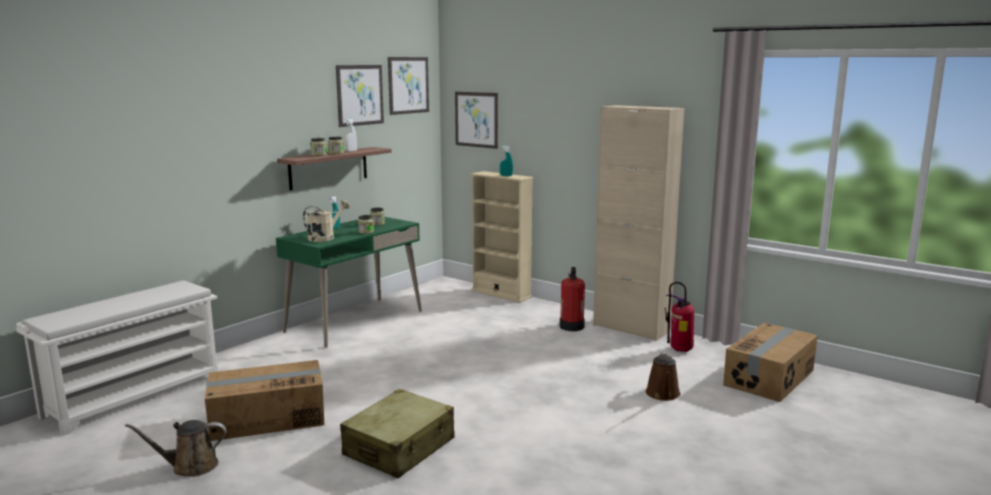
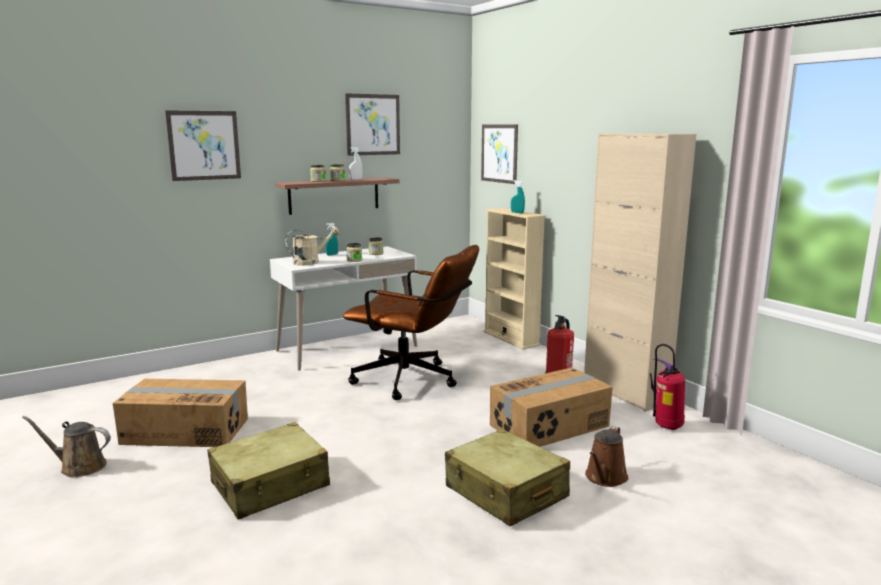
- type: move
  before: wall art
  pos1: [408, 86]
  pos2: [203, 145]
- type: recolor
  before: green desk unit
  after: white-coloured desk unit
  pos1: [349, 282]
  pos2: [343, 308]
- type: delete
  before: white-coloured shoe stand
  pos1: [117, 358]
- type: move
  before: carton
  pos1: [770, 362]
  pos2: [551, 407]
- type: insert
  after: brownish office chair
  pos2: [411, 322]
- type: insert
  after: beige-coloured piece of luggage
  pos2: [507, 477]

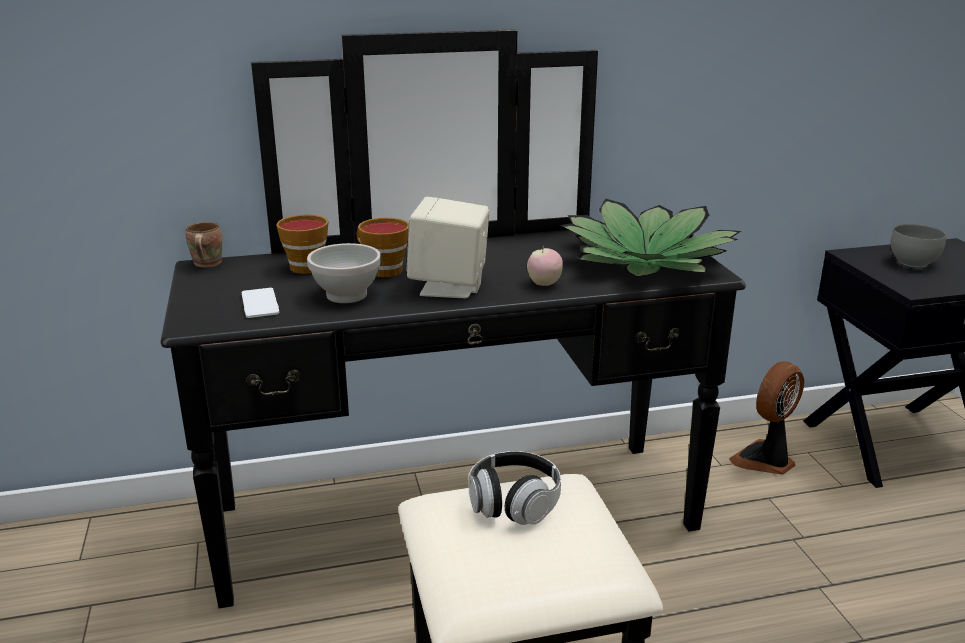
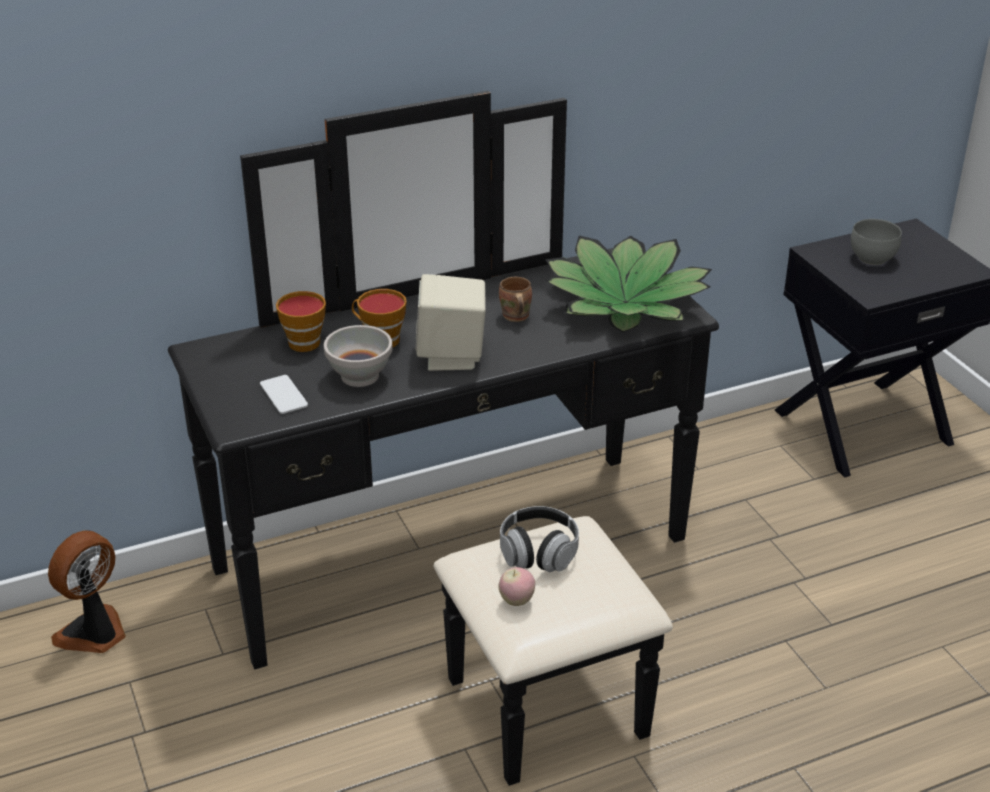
- type: move
  before: brownish coffee mug
  pos1: [203, 244]
  pos2: [515, 299]
- type: move
  before: whole apple
  pos1: [545, 265]
  pos2: [516, 586]
- type: move
  before: cooling fan
  pos1: [766, 418]
  pos2: [87, 592]

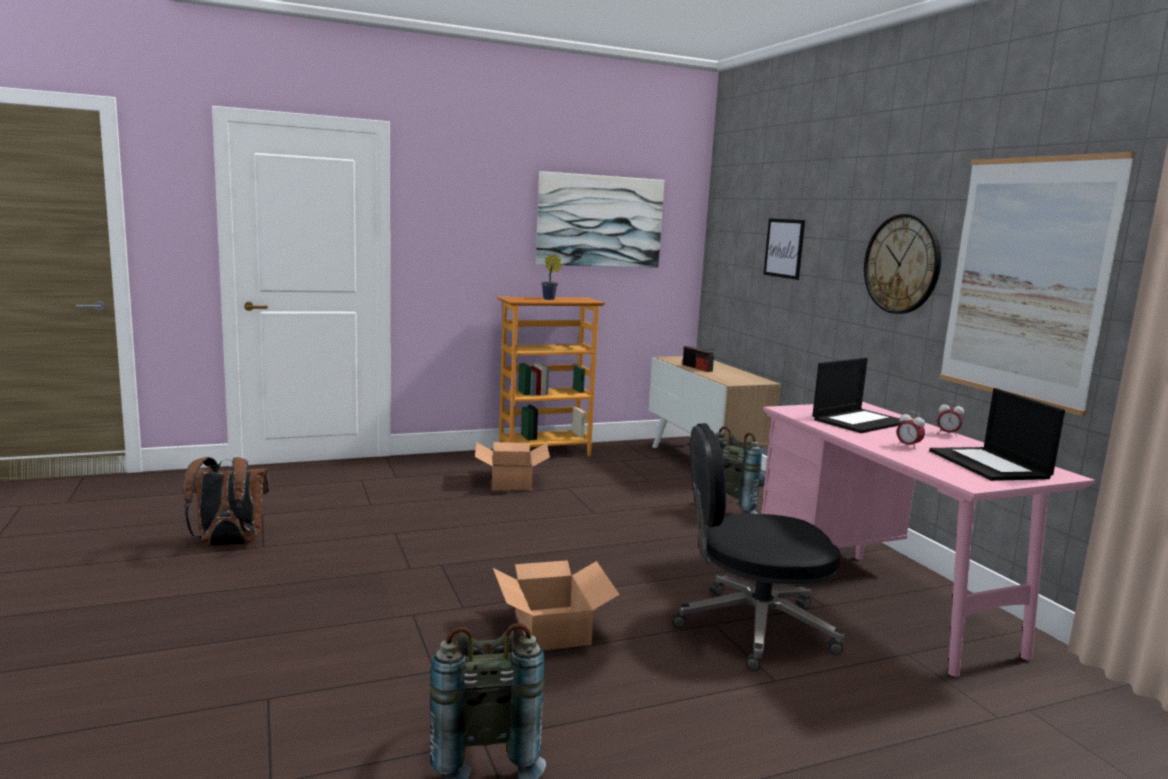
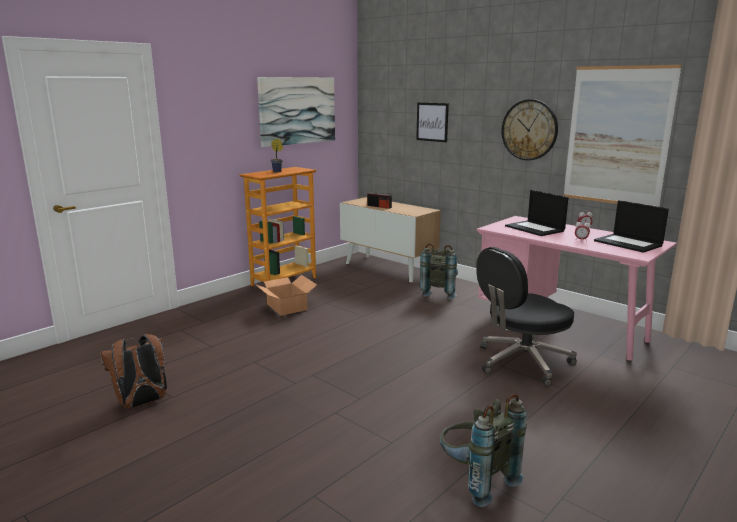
- type: rotate
  before: laptop
  pos1: [860, 395]
  pos2: [537, 213]
  turn: 120
- type: delete
  before: carton
  pos1: [556, 605]

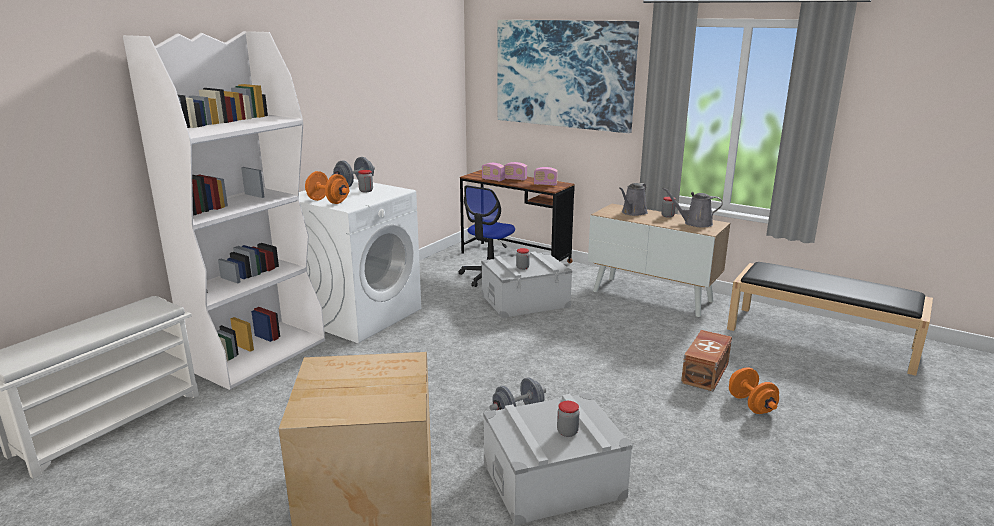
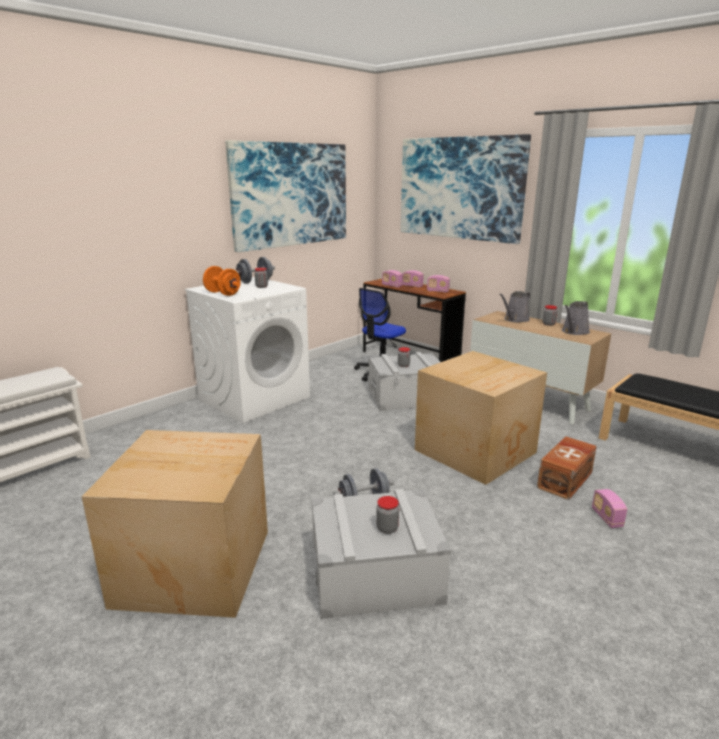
- type: delete
  before: white-coloured bookcase
  pos1: [224, 210]
- type: rotate
  before: grey sprinkling can
  pos1: [692, 207]
  pos2: [576, 318]
  turn: -75
- type: replace
  before: orangey free weight
  after: radio receiver
  pos1: [754, 390]
  pos2: [609, 508]
- type: insert
  after: wall art
  pos2: [285, 196]
- type: insert
  after: carton
  pos2: [481, 418]

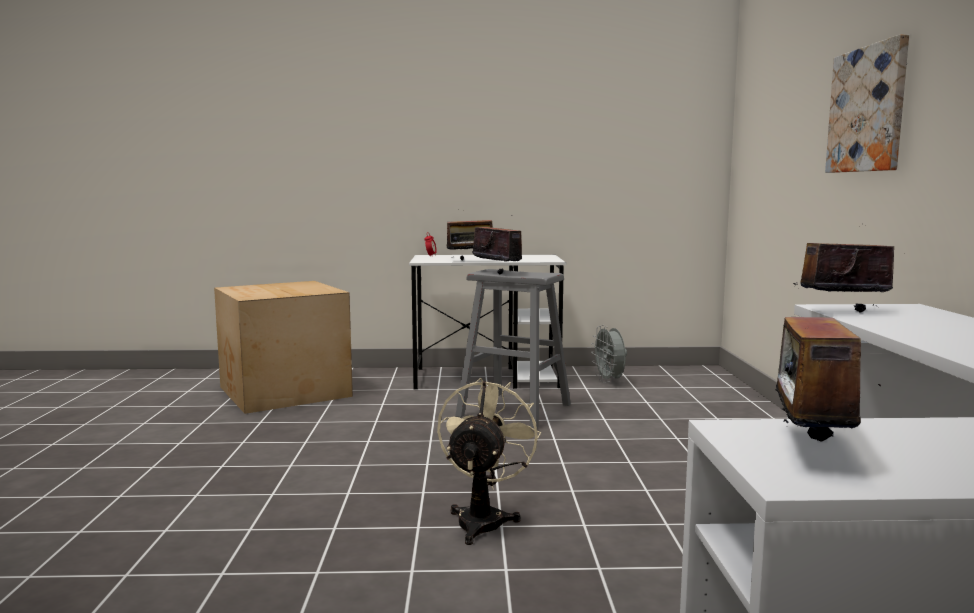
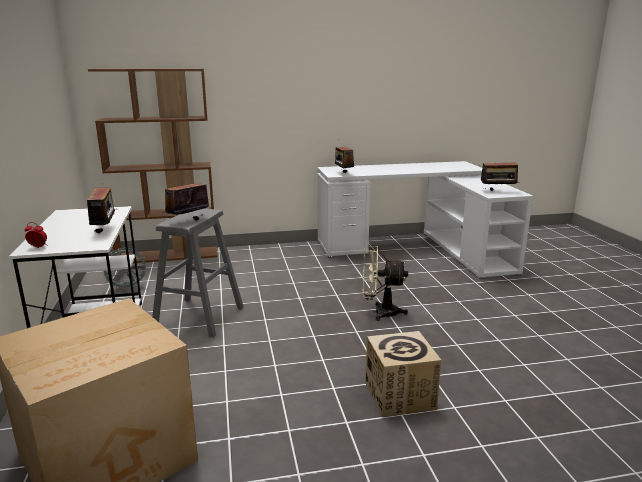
- type: delete
  before: wall art
  pos1: [867, 103]
- type: insert
  after: brownish bookcase
  pos2: [152, 165]
- type: insert
  after: carton
  pos2: [403, 374]

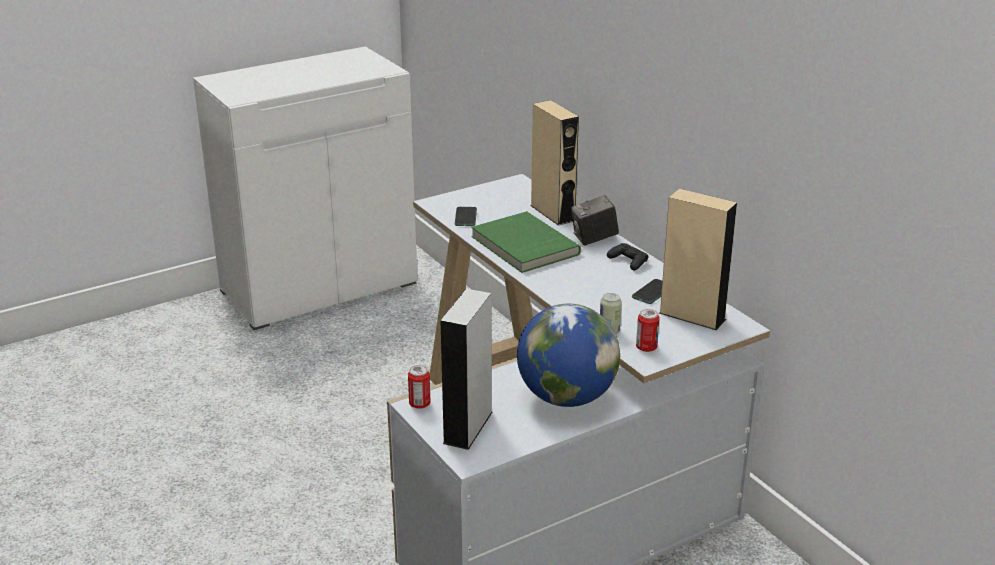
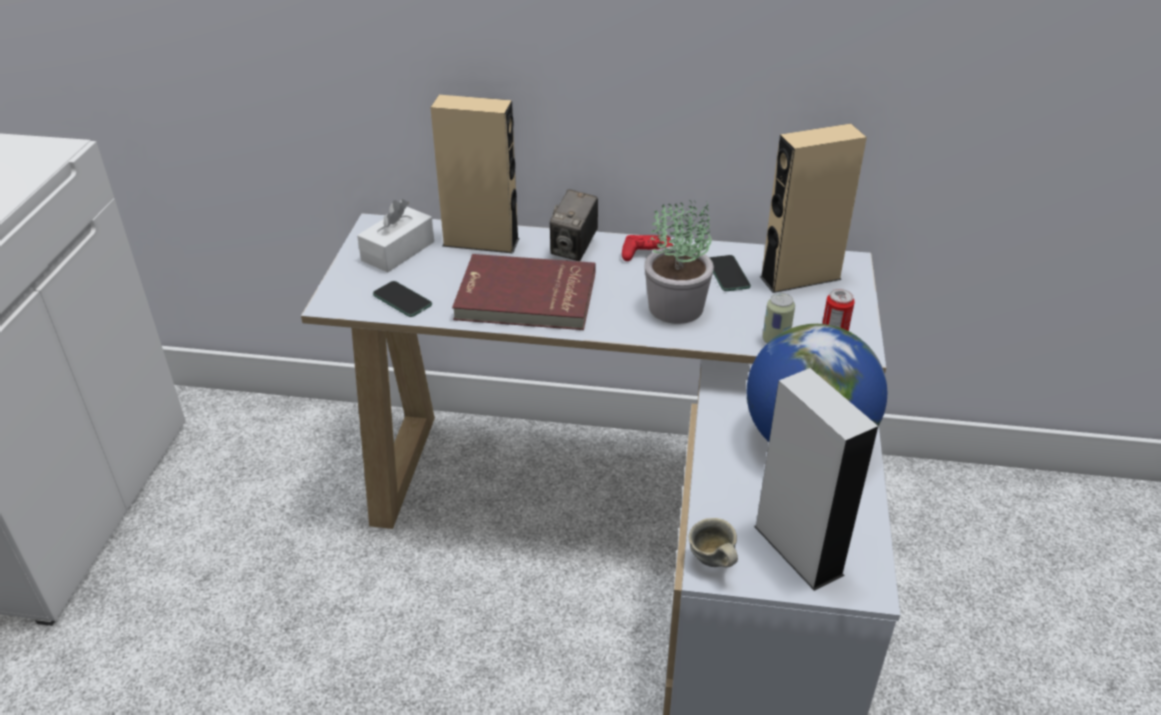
- type: recolor
  before: green bound book
  after: reddish bound book
  pos1: [526, 242]
  pos2: [524, 292]
- type: recolor
  before: black joypad
  after: reddish joypad
  pos1: [628, 256]
  pos2: [647, 248]
- type: replace
  before: metal can
  after: grey coffee mug
  pos1: [419, 387]
  pos2: [713, 542]
- type: insert
  after: white-coloured tissue holder
  pos2: [395, 235]
- type: insert
  after: plant in a pot
  pos2: [679, 262]

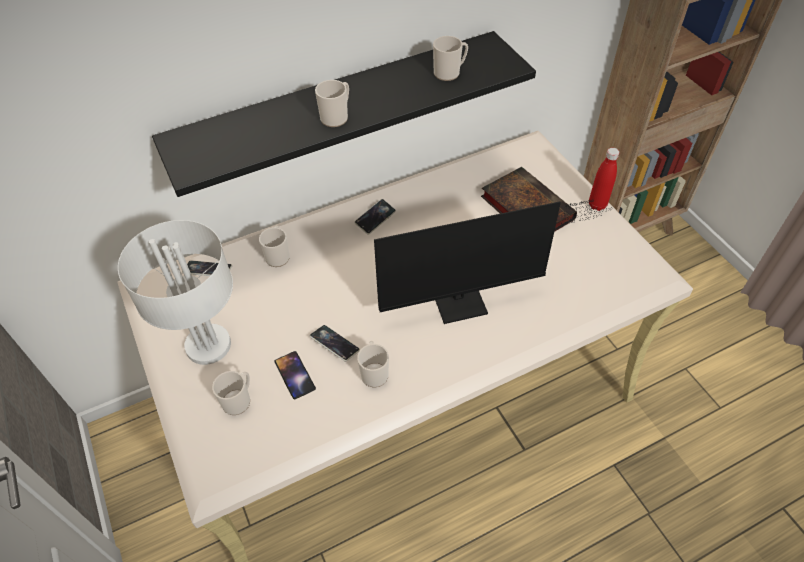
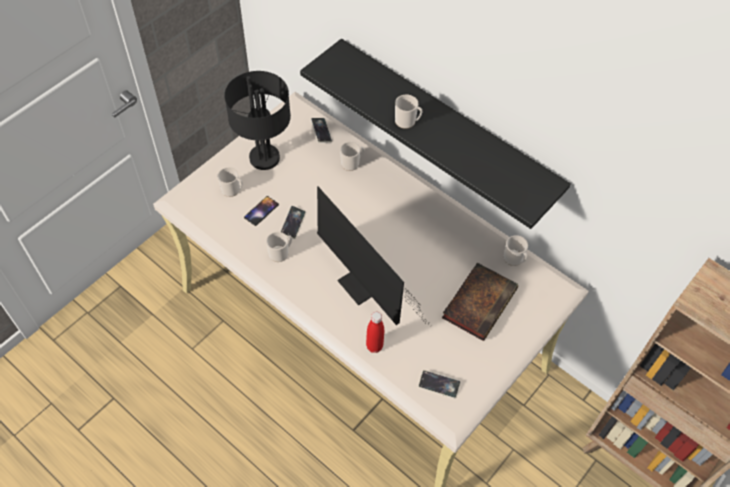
- type: move
  before: coffee mug
  pos1: [450, 58]
  pos2: [515, 250]
- type: move
  before: reddish beverage bottle
  pos1: [604, 179]
  pos2: [375, 332]
- type: move
  before: telephone
  pos1: [375, 217]
  pos2: [439, 384]
- type: recolor
  before: white-coloured table lamp
  after: black table lamp
  pos1: [175, 292]
  pos2: [257, 120]

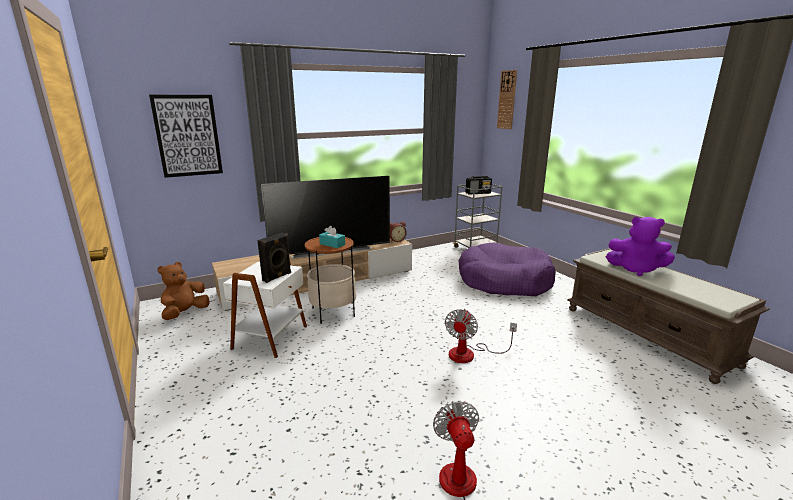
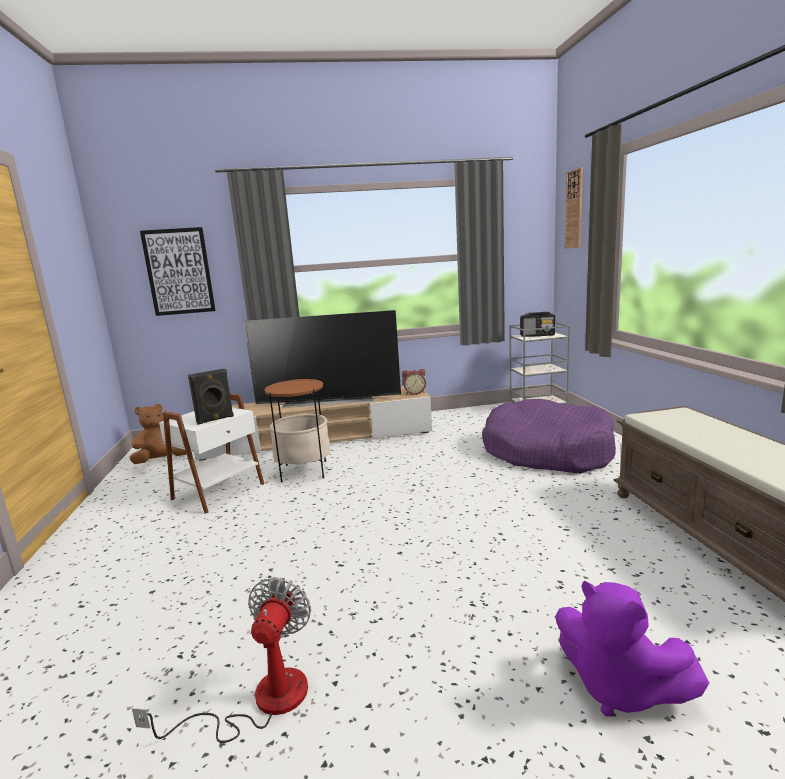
- type: move
  before: purple-coloured cuddly toy
  pos1: [640, 246]
  pos2: [632, 649]
- type: delete
  before: turquoise tissue holder
  pos1: [332, 237]
- type: delete
  before: cooling fan
  pos1: [481, 336]

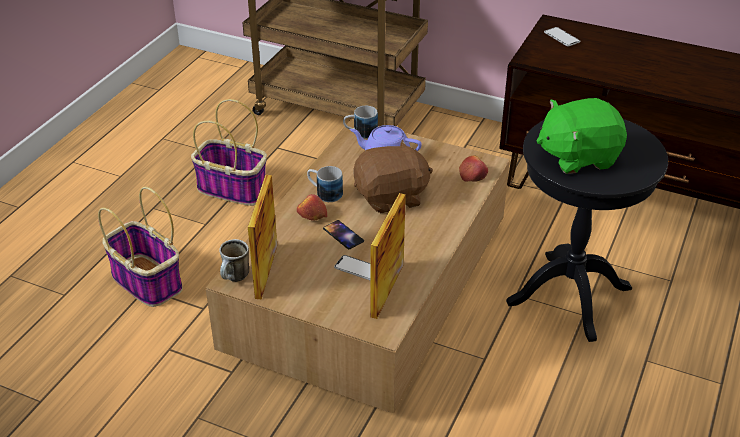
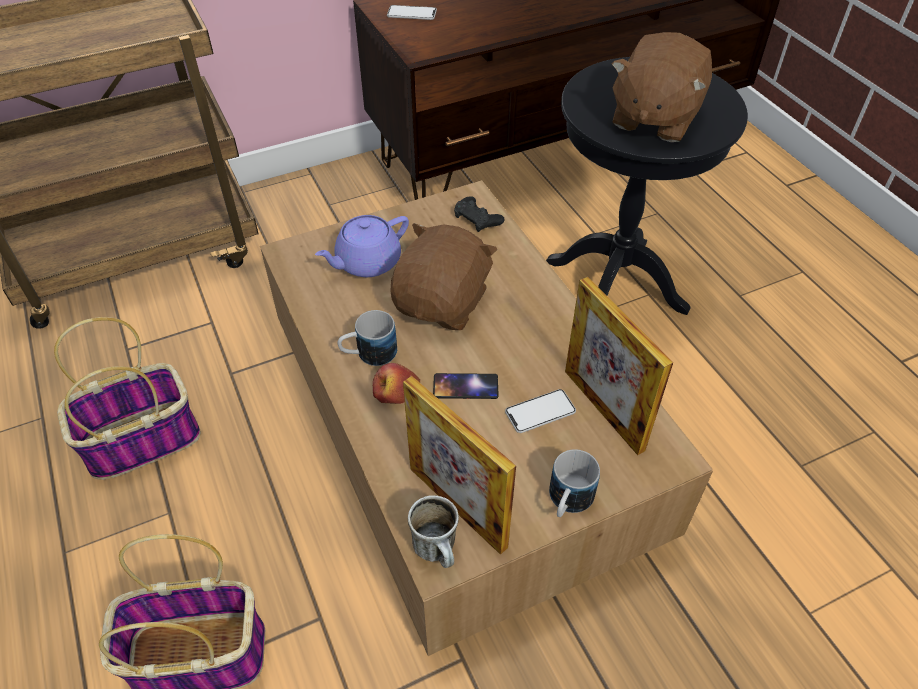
- type: recolor
  before: green cuddly toy
  after: brownish cuddly toy
  pos1: [582, 136]
  pos2: [662, 87]
- type: move
  before: coffee mug
  pos1: [360, 122]
  pos2: [574, 483]
- type: replace
  before: whole apple
  after: black joypad
  pos1: [473, 169]
  pos2: [479, 214]

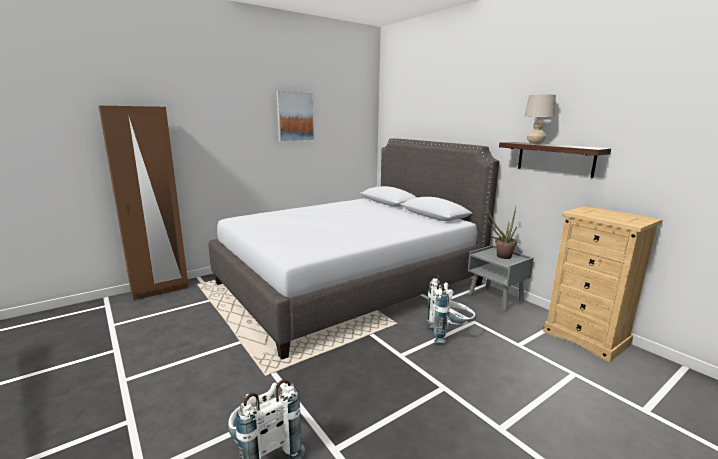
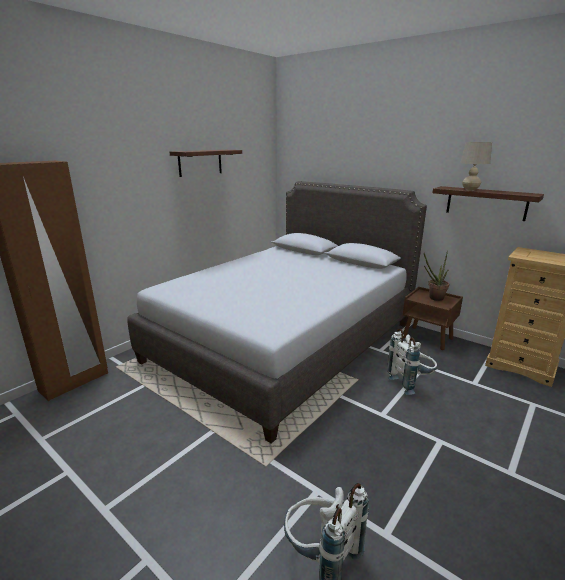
- type: replace
  before: wall art
  after: wall shelf
  pos1: [295, 116]
  pos2: [206, 163]
- type: recolor
  before: grey nightstand
  after: brownish nightstand
  pos1: [501, 278]
  pos2: [433, 318]

